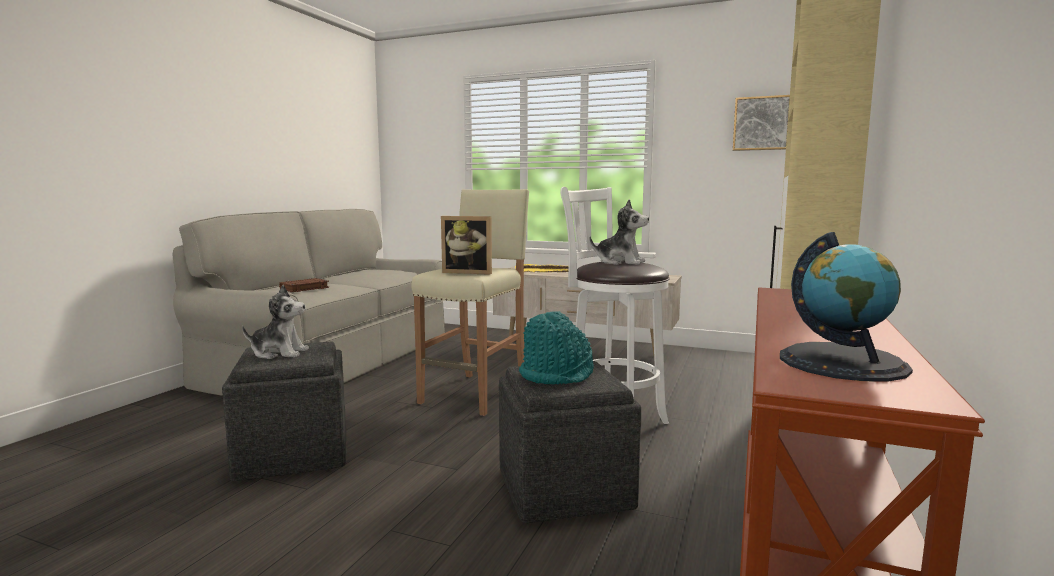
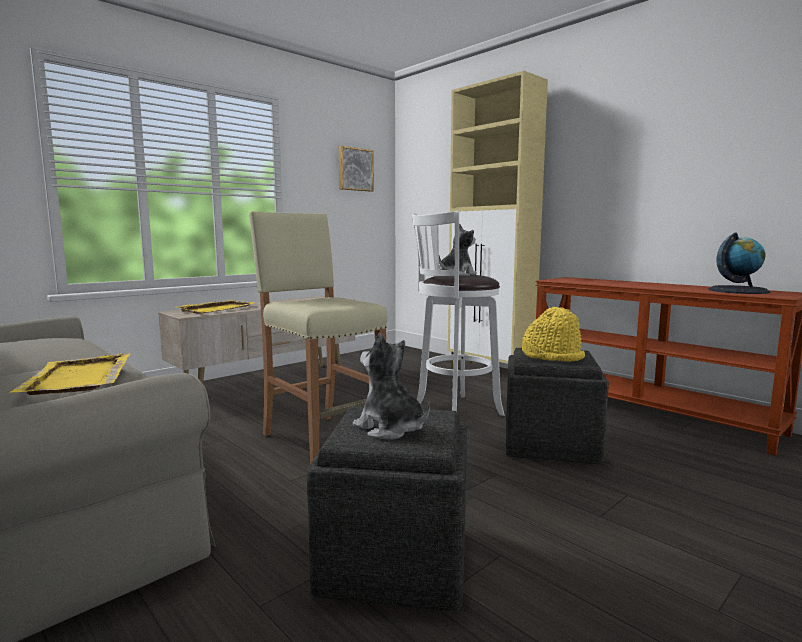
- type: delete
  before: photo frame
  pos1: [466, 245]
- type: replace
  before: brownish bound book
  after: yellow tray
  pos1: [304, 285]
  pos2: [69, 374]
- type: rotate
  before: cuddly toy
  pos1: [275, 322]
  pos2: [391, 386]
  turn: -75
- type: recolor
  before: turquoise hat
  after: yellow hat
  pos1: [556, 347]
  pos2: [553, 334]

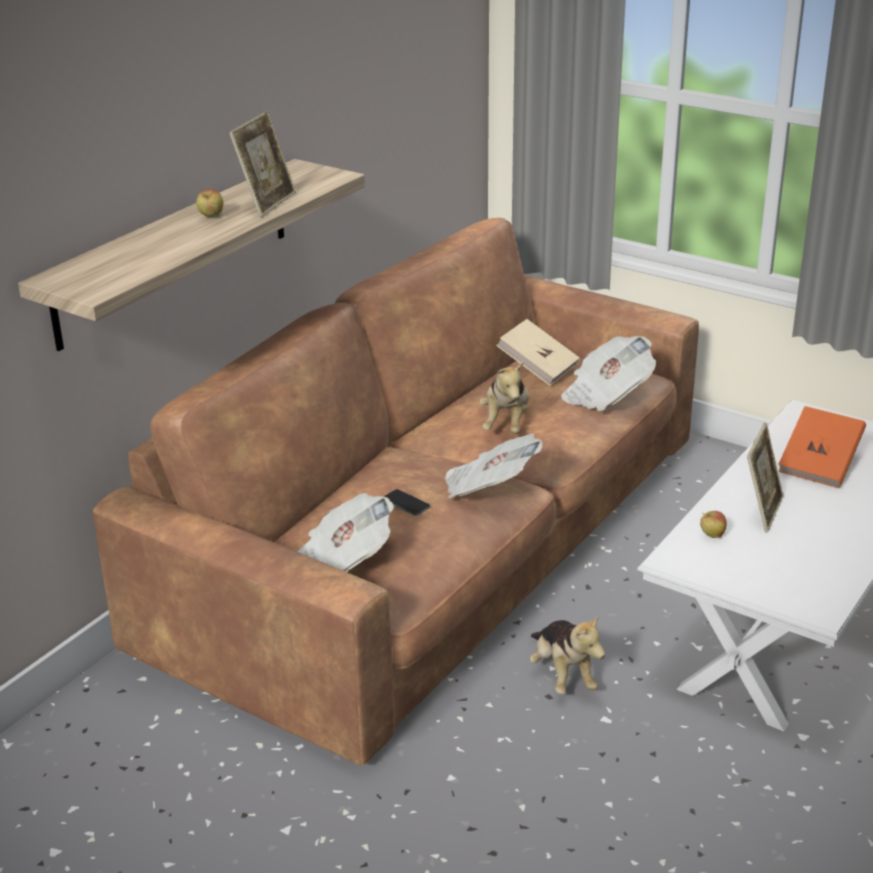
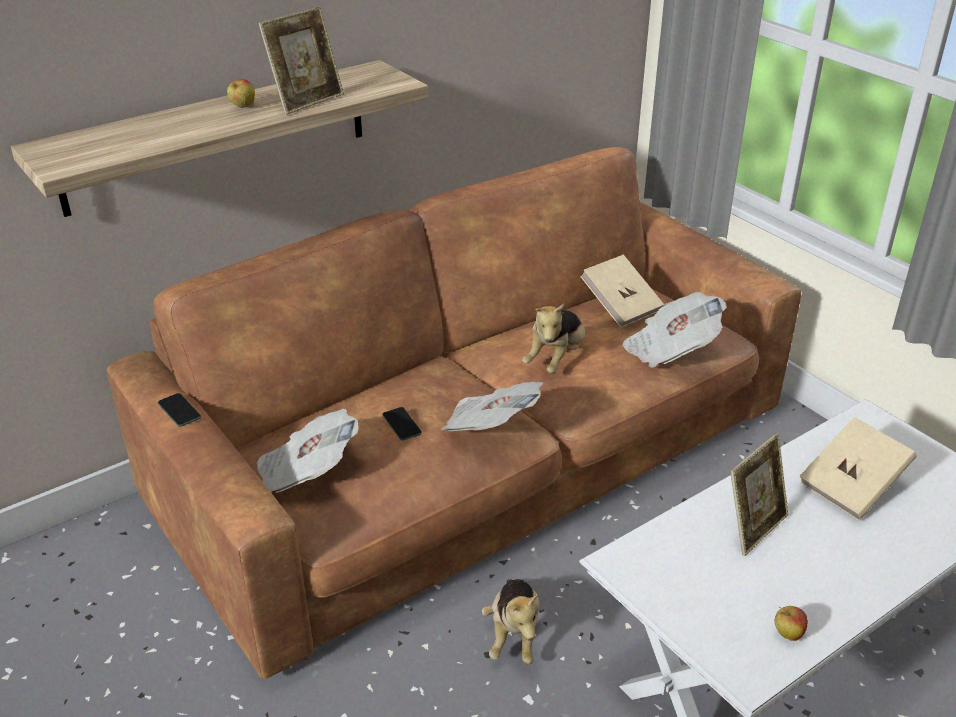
- type: recolor
  before: orangey bound book
  after: beige-coloured bound book
  pos1: [822, 447]
  pos2: [858, 469]
- type: move
  before: whole apple
  pos1: [713, 524]
  pos2: [791, 623]
- type: insert
  after: telephone
  pos2: [179, 410]

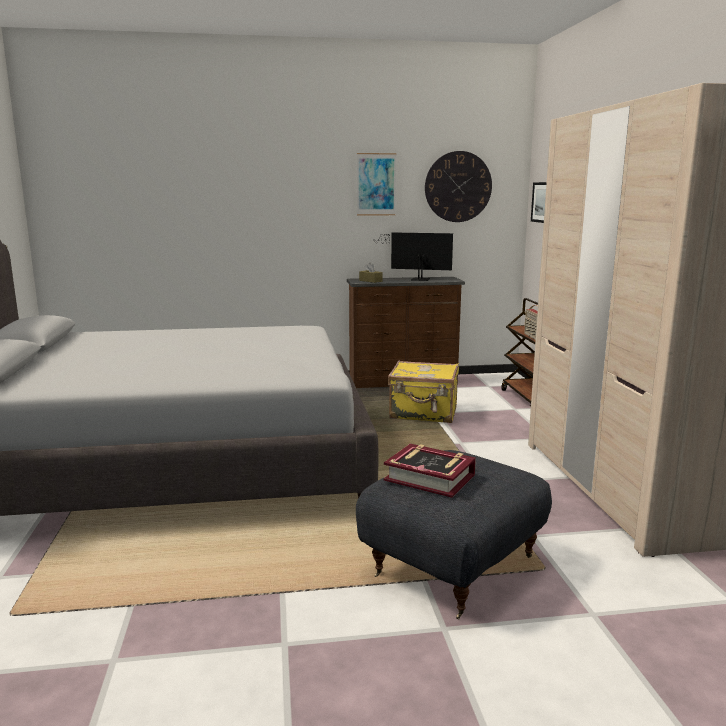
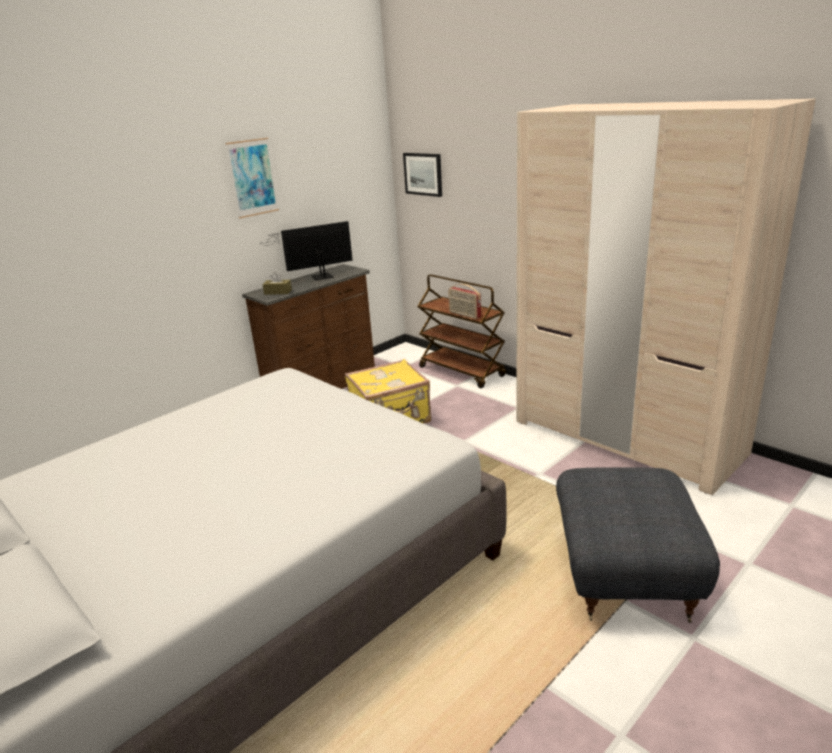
- type: delete
  before: clock on the wall
  pos1: [458, 186]
- type: delete
  before: bound book
  pos1: [430, 471]

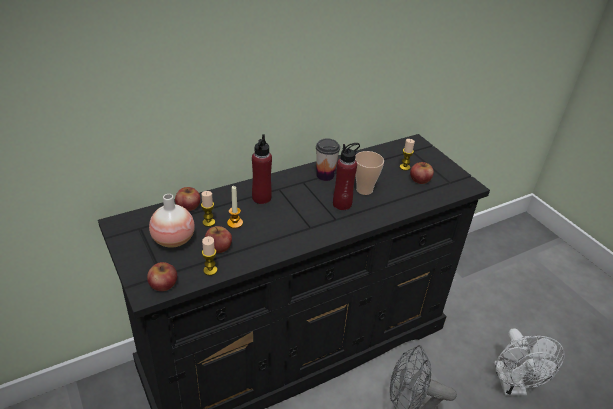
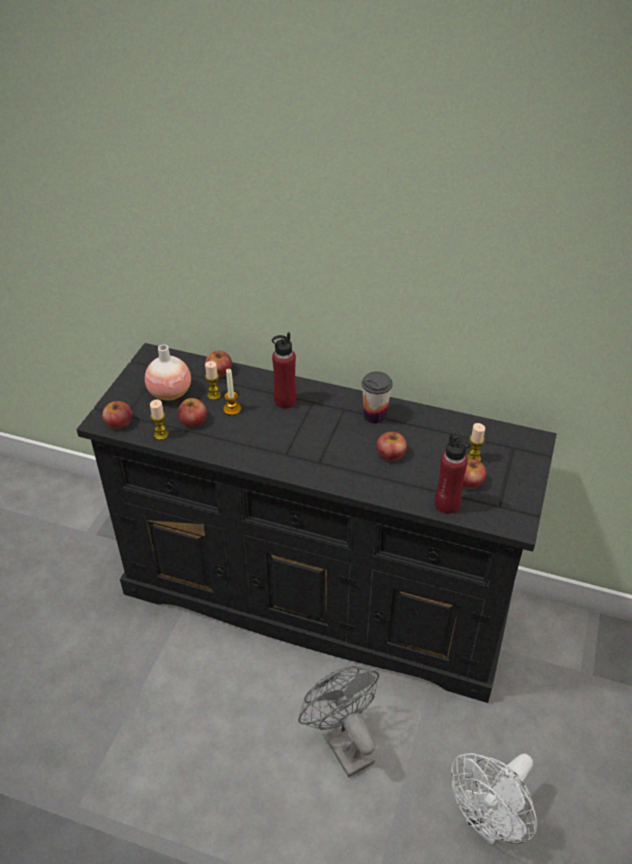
- type: move
  before: reddish beverage bottle
  pos1: [346, 176]
  pos2: [453, 473]
- type: replace
  before: drinking cup
  after: whole apple
  pos1: [369, 173]
  pos2: [392, 446]

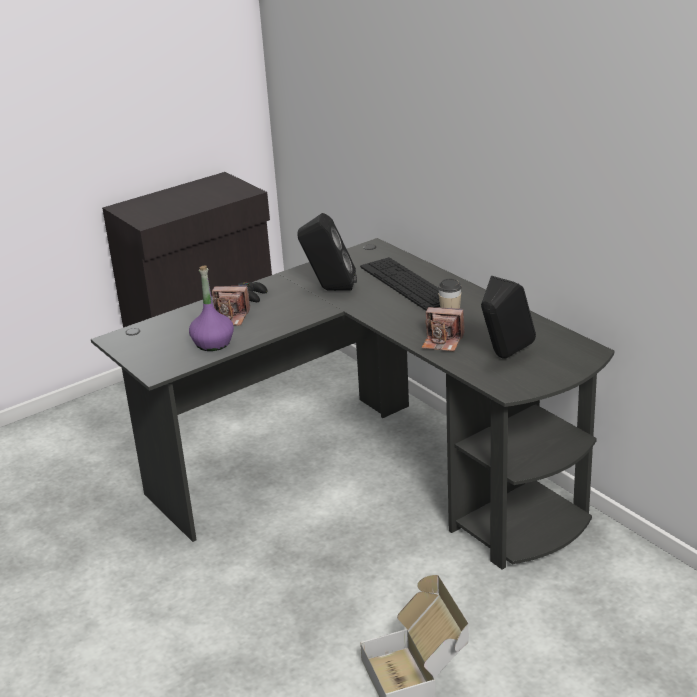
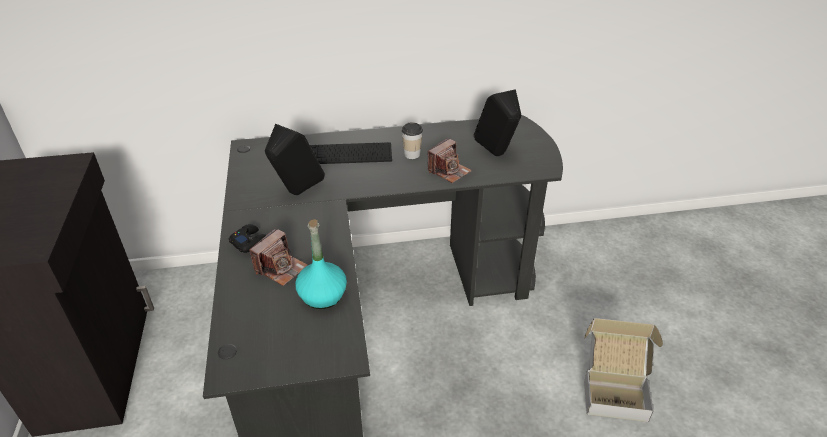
- type: recolor
  before: purple-coloured beverage bottle
  after: turquoise beverage bottle
  pos1: [211, 308]
  pos2: [321, 264]

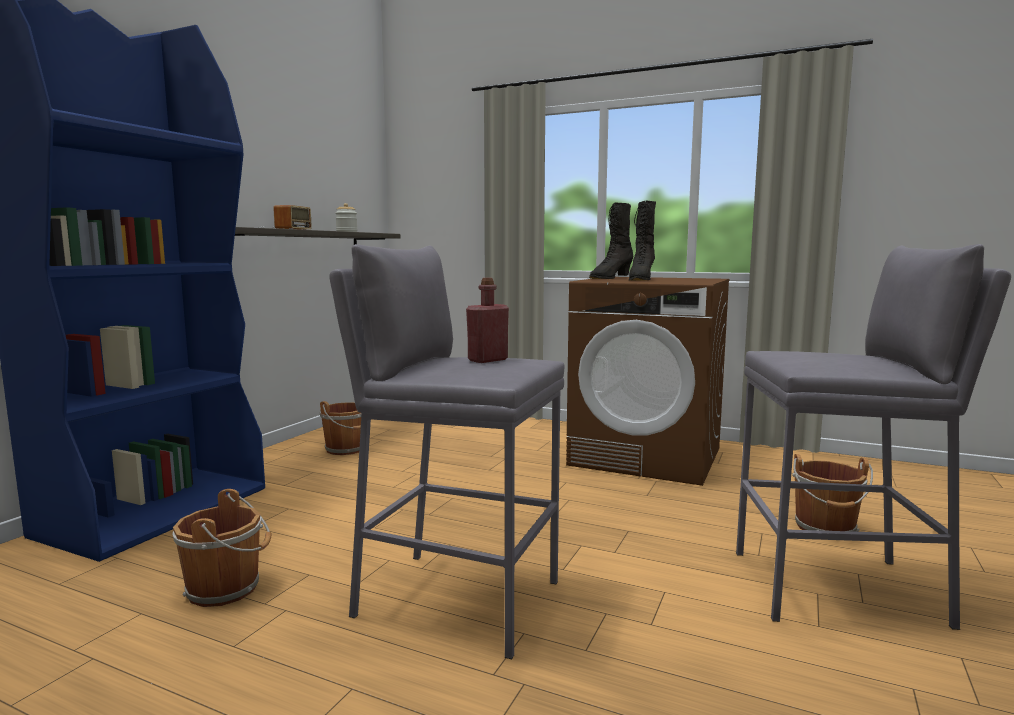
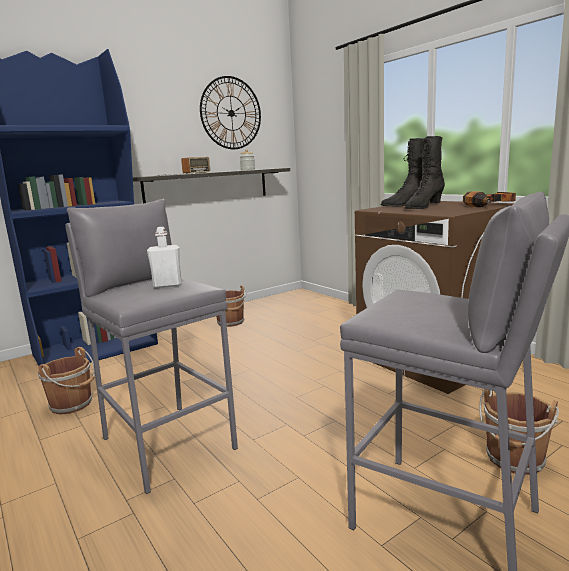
- type: recolor
  before: reddish beverage bottle
  after: white-coloured beverage bottle
  pos1: [487, 320]
  pos2: [164, 257]
- type: insert
  after: clock on the wall
  pos2: [230, 112]
- type: insert
  after: power drill
  pos2: [489, 199]

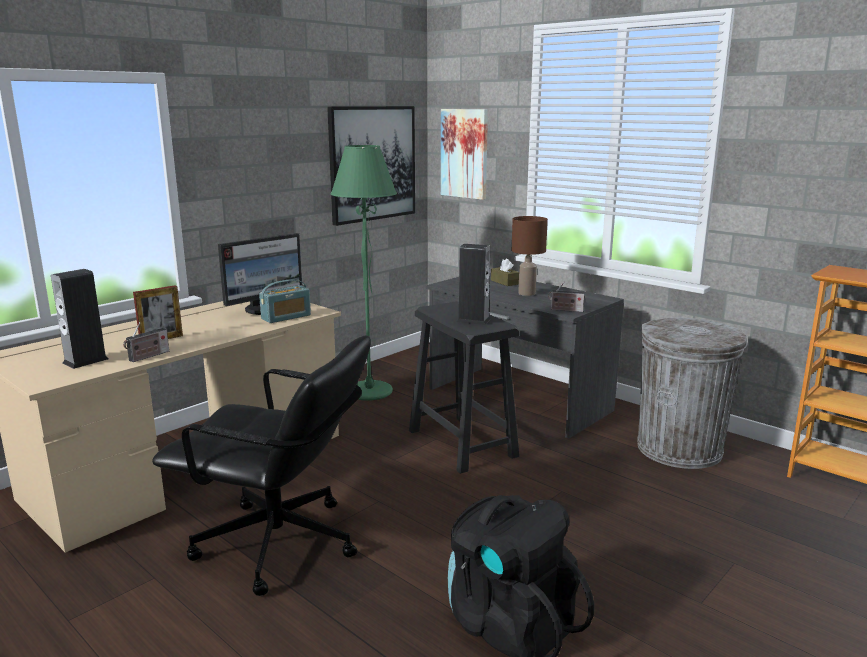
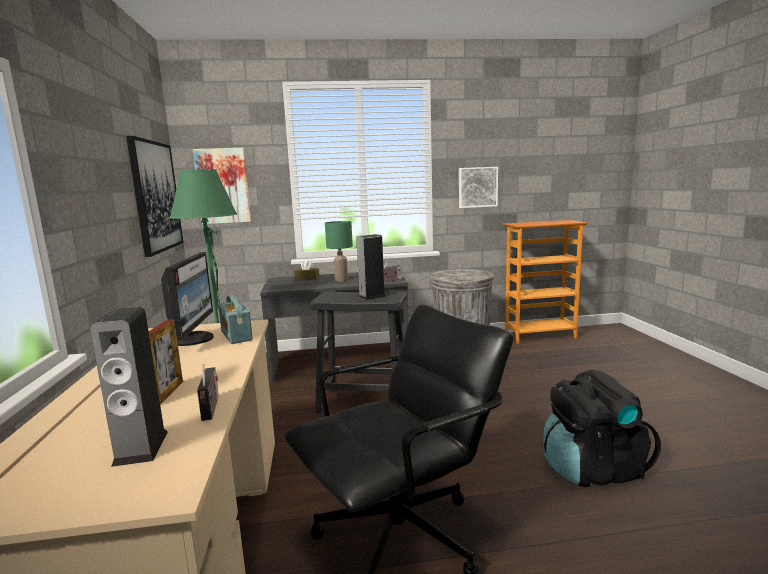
- type: recolor
  before: brownish table lamp
  after: green table lamp
  pos1: [530, 256]
  pos2: [339, 251]
- type: rotate
  before: radio receiver
  pos1: [285, 301]
  pos2: [235, 319]
  turn: 150
- type: insert
  after: wall art
  pos2: [478, 187]

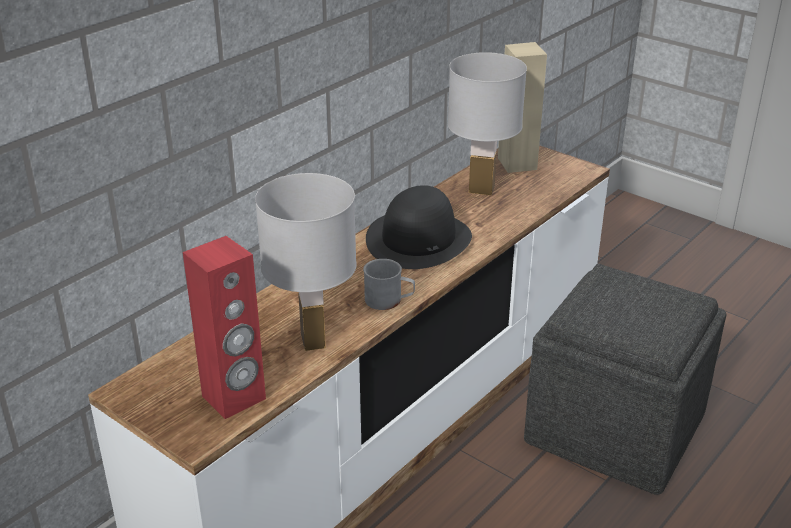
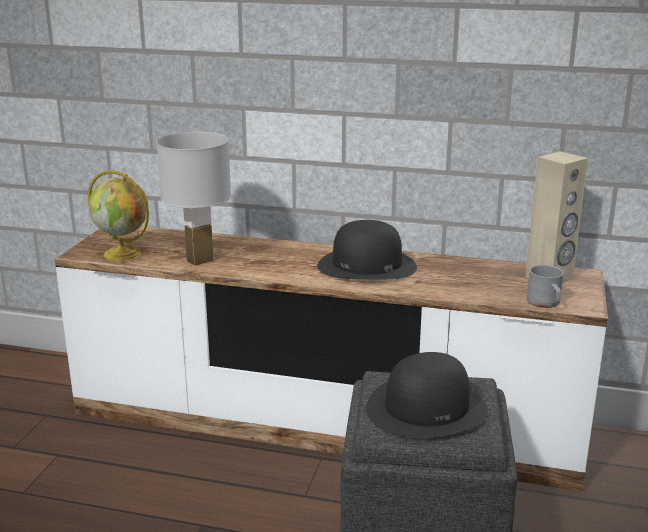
- type: delete
  before: white-coloured table lamp
  pos1: [487, 124]
- type: replace
  before: reddish loudspeaker
  after: world globe
  pos1: [224, 327]
  pos2: [118, 215]
- type: move
  before: grey coffee mug
  pos1: [389, 284]
  pos2: [545, 286]
- type: insert
  after: black hat
  pos2: [427, 395]

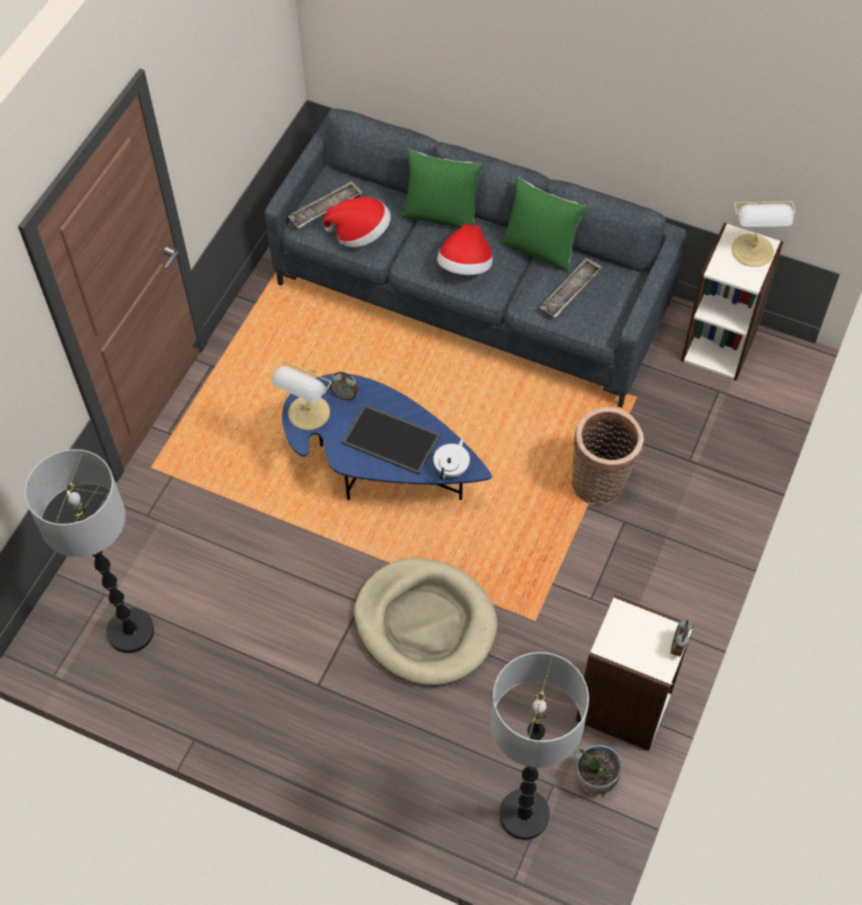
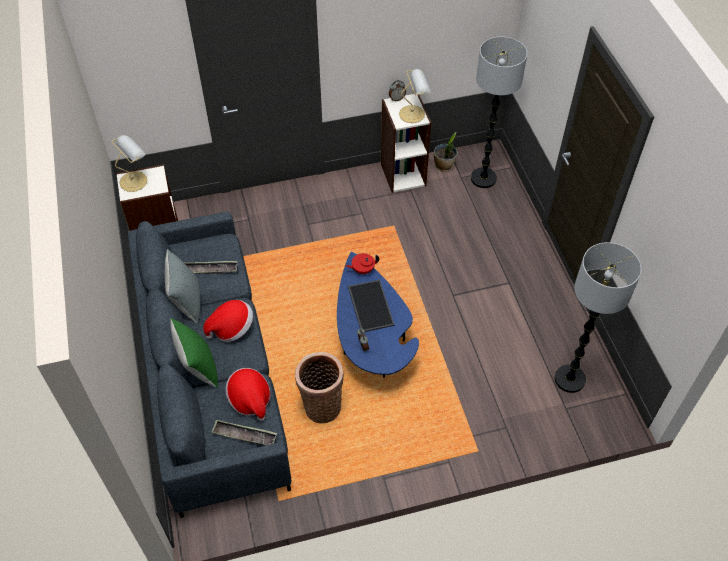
- type: recolor
  before: green throw pillow
  after: grey throw pillow
  pos1: [544, 224]
  pos2: [182, 286]
- type: move
  before: table lamp
  pos1: [301, 395]
  pos2: [415, 96]
- type: move
  before: basket
  pos1: [608, 456]
  pos2: [319, 388]
- type: recolor
  before: white-coloured pot for tea
  after: reddish pot for tea
  pos1: [451, 459]
  pos2: [362, 263]
- type: delete
  before: beige-coloured pet bed
  pos1: [425, 621]

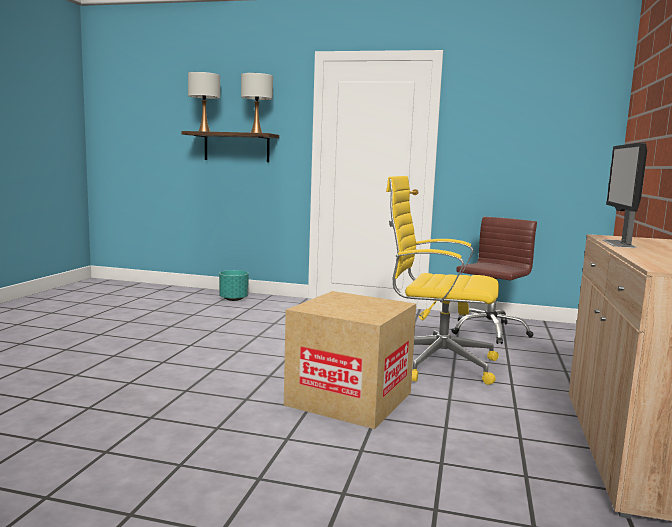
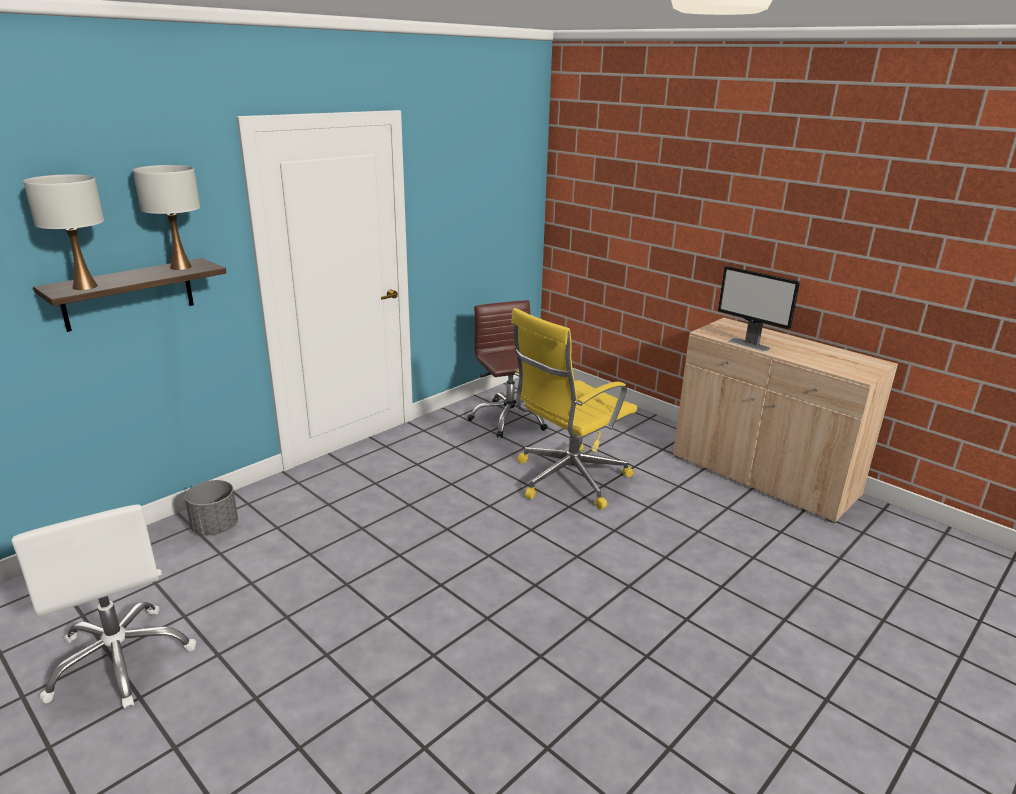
- type: recolor
  before: turquoise planter
  after: grey planter
  pos1: [233, 285]
  pos2: [211, 507]
- type: delete
  before: carton
  pos1: [350, 360]
- type: insert
  after: white-coloured office chair
  pos2: [104, 606]

